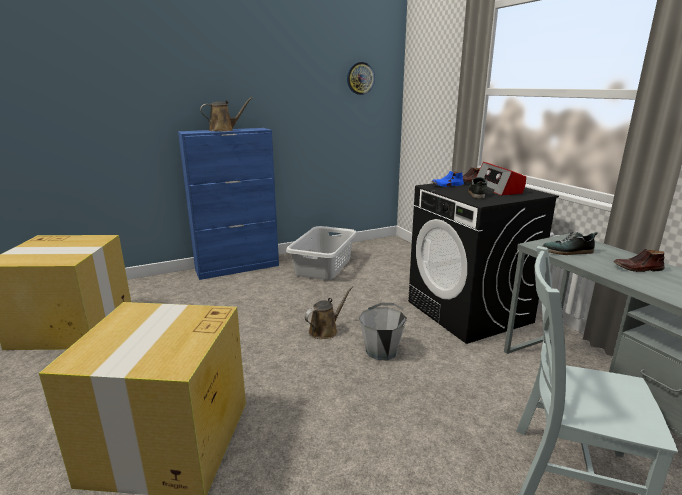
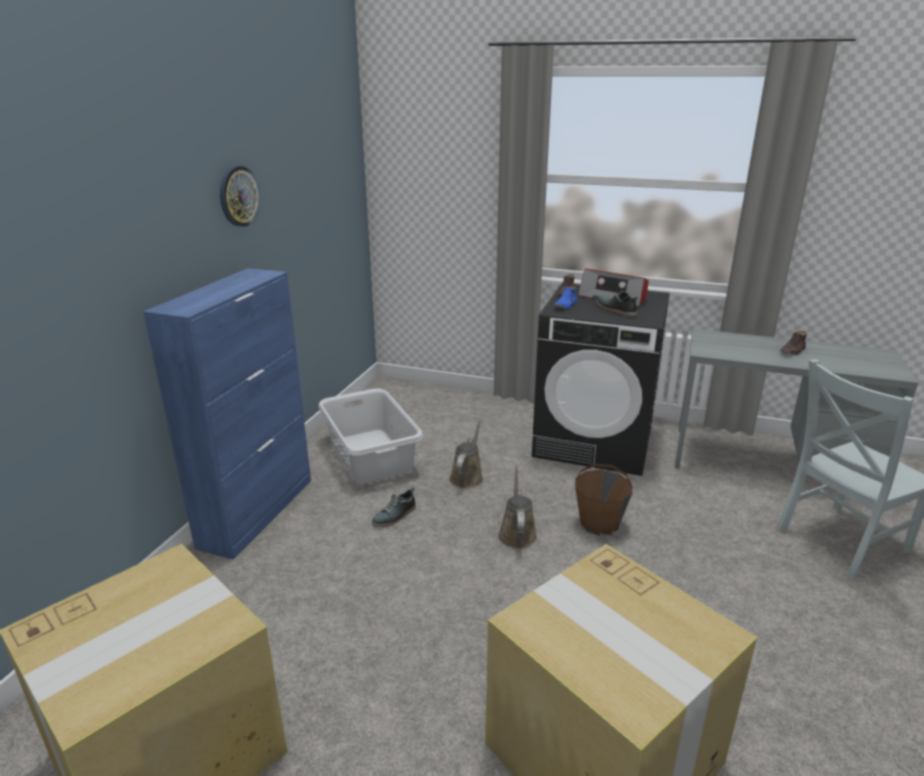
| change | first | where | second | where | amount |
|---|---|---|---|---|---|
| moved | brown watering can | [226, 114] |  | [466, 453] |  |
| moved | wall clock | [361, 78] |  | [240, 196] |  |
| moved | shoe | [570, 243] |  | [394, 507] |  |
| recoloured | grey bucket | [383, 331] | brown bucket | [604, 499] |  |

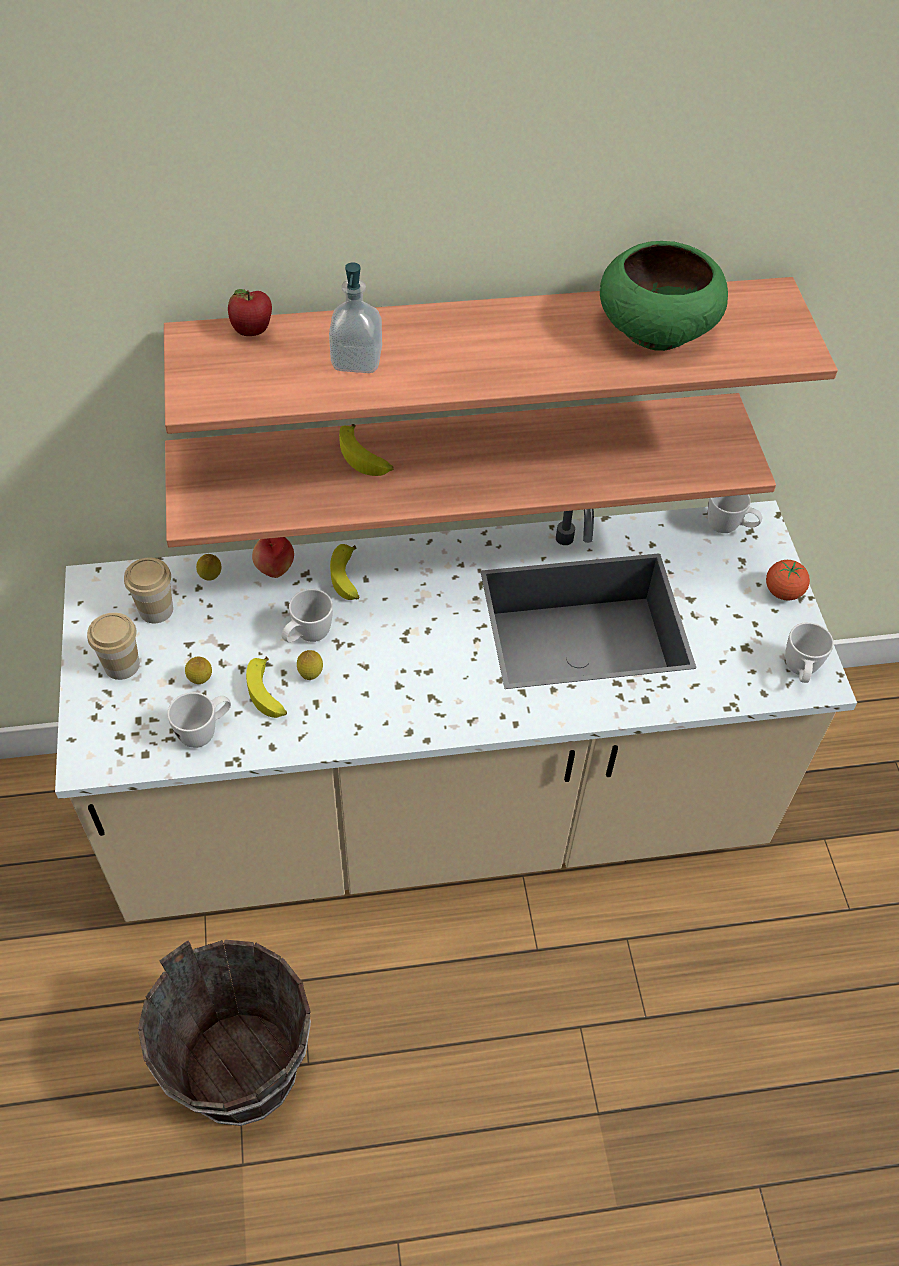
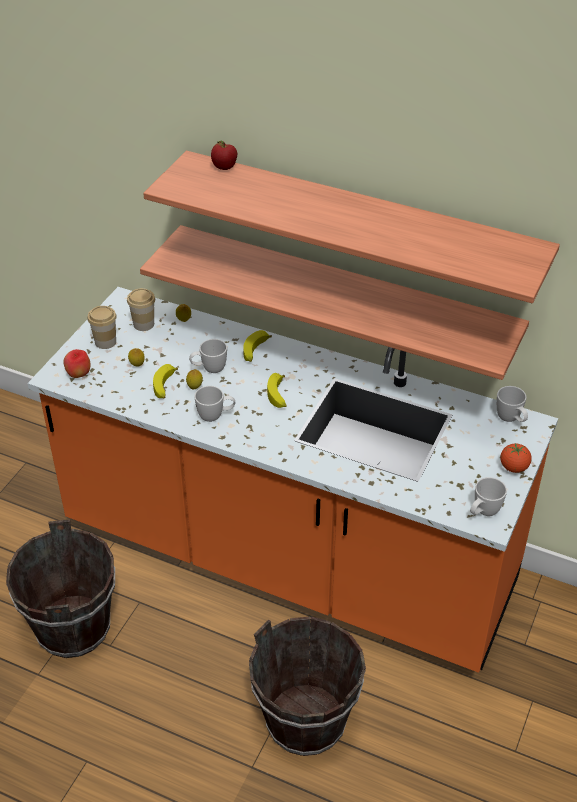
| change | first | where | second | where | amount |
|---|---|---|---|---|---|
| removed | soap dispenser | [355, 317] |  |  |  |
| removed | green bowl | [664, 296] |  |  |  |
| added |  |  | brown bucket | [307, 686] |  |
| moved | white mug | [199, 720] |  | [214, 404] |  |
| moved | apple | [273, 557] |  | [77, 363] |  |
| moved | banana | [366, 450] |  | [277, 390] |  |
| recoloured | beige counter | [456, 711] | orange counter | [292, 480] |  |

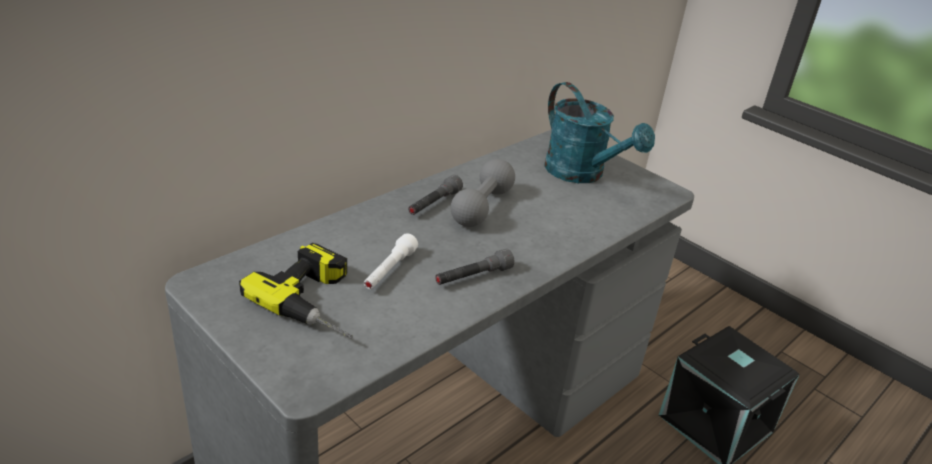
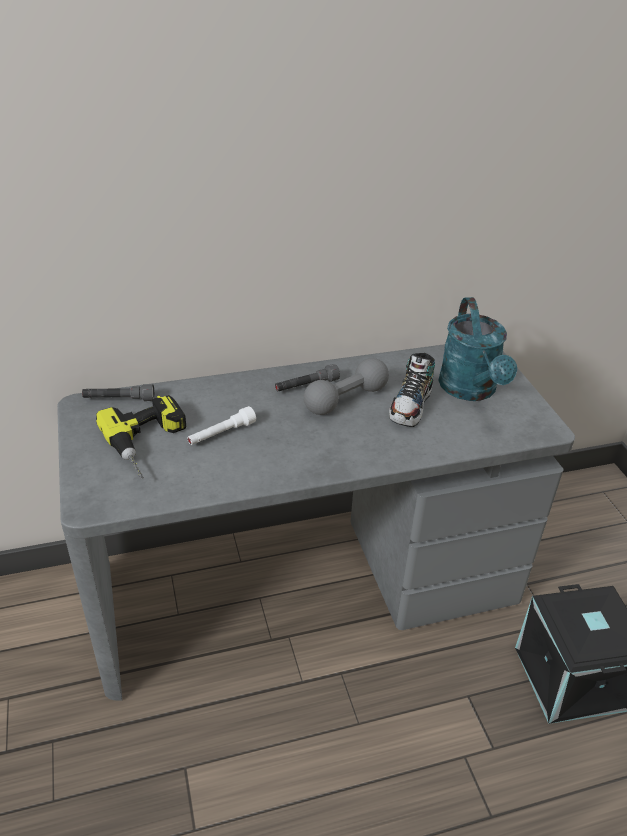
| change | first | where | second | where | amount |
|---|---|---|---|---|---|
| added |  |  | shoe | [412, 390] |  |
| moved | grey flashlight | [475, 267] |  | [118, 392] |  |

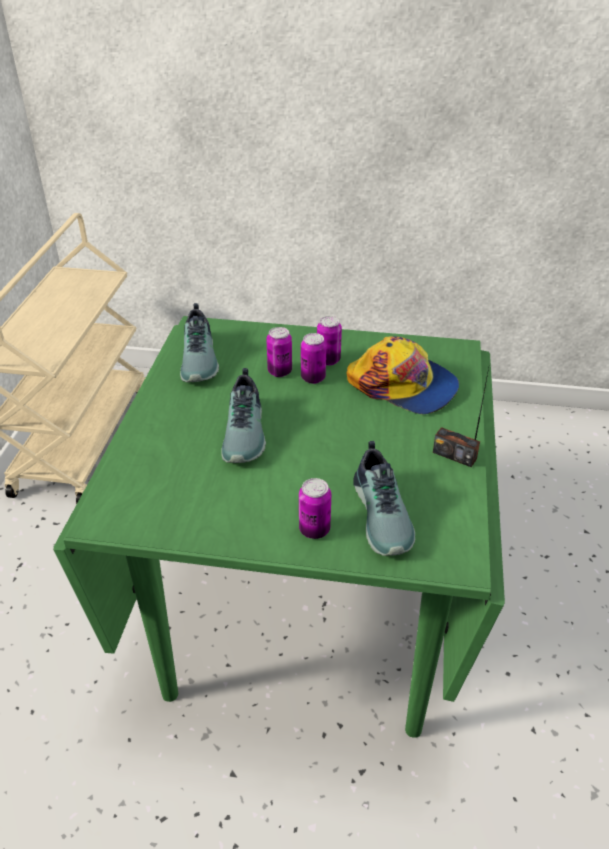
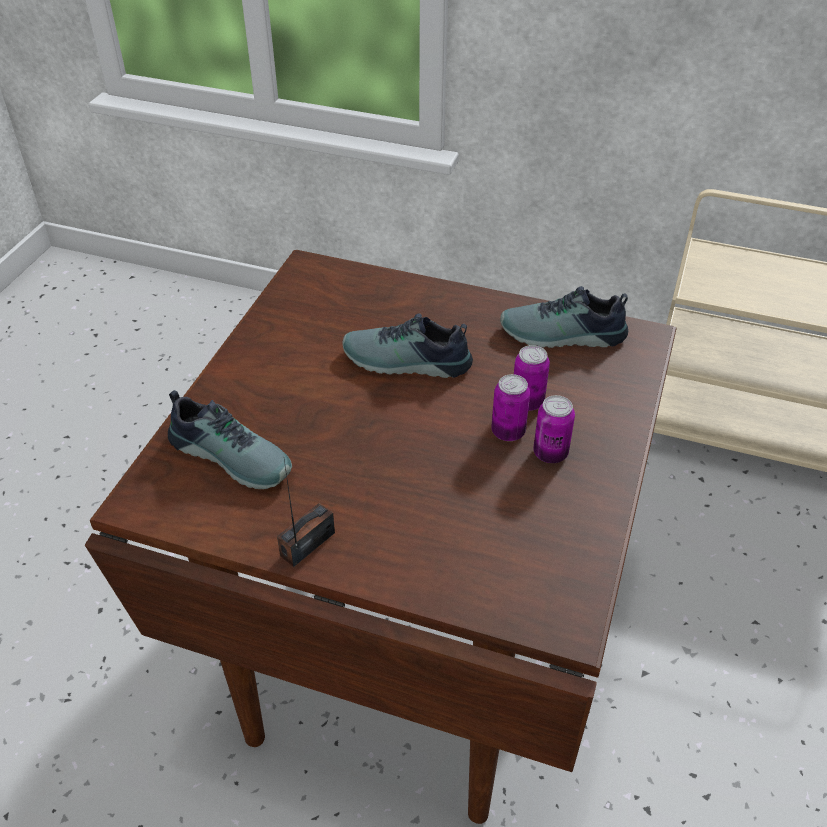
| change | first | where | second | where | amount |
|---|---|---|---|---|---|
| removed | can | [315, 508] |  |  |  |
| removed | cap | [403, 375] |  |  |  |
| recoloured | green dining table | [279, 527] | brown dining table | [381, 537] |  |
| turned | shoe | [384, 498] |  | [230, 439] | 150 degrees counterclockwise |

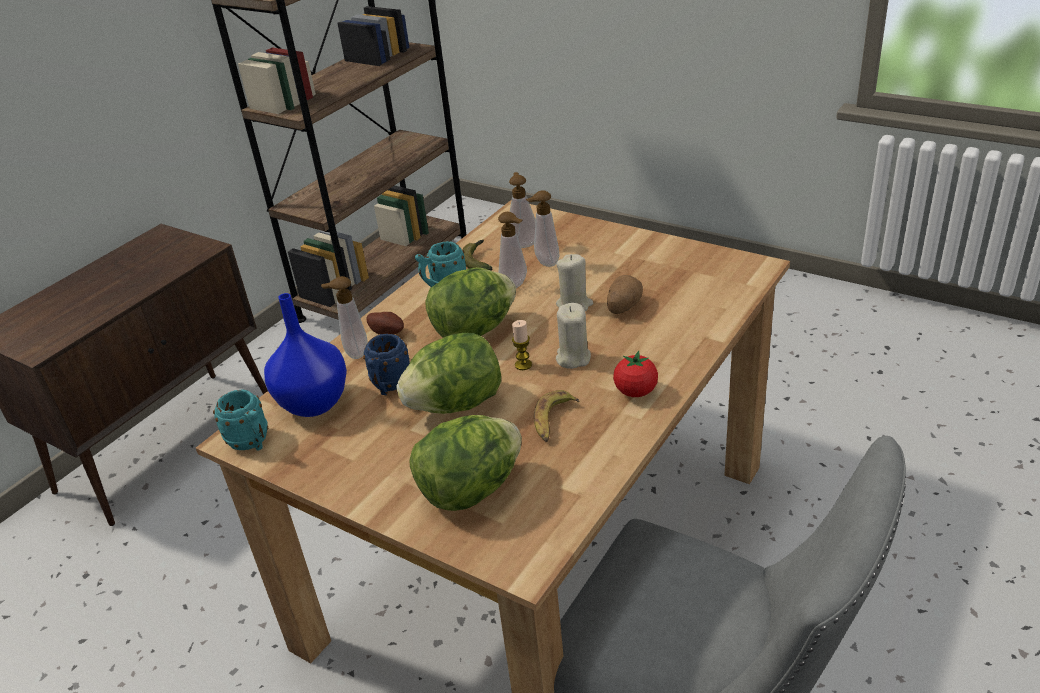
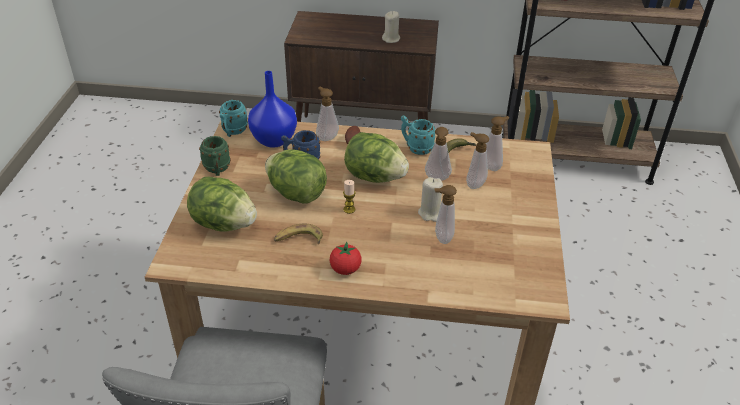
| change | first | where | second | where | amount |
|---|---|---|---|---|---|
| added |  |  | green mug | [215, 156] |  |
| moved | beige candle | [573, 336] |  | [391, 27] |  |
| replaced | potato | [625, 294] | soap dispenser | [445, 214] |  |

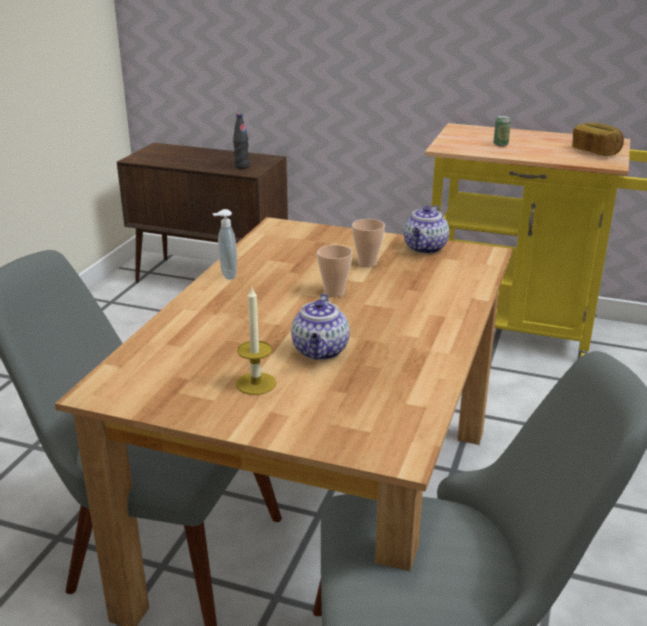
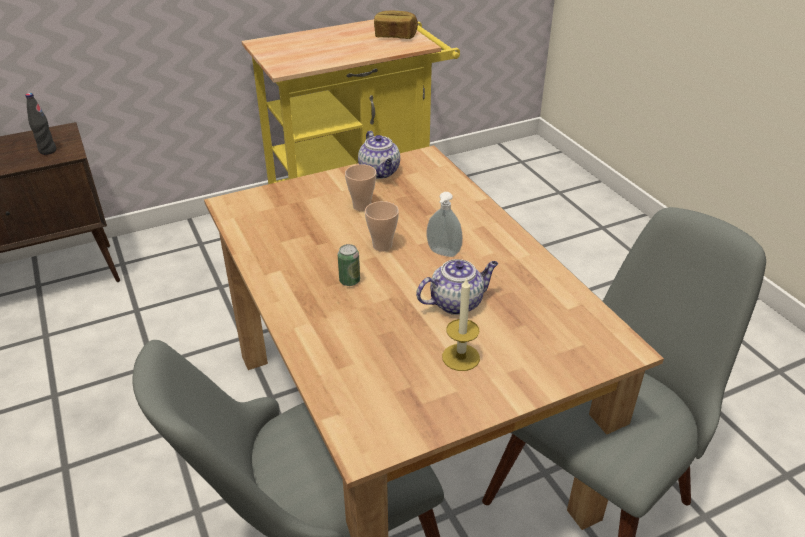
| change | first | where | second | where | amount |
|---|---|---|---|---|---|
| moved | soap dispenser | [225, 244] |  | [445, 224] |  |
| moved | can | [502, 130] |  | [349, 265] |  |
| turned | teapot | [320, 327] |  | [457, 287] | 75 degrees counterclockwise |

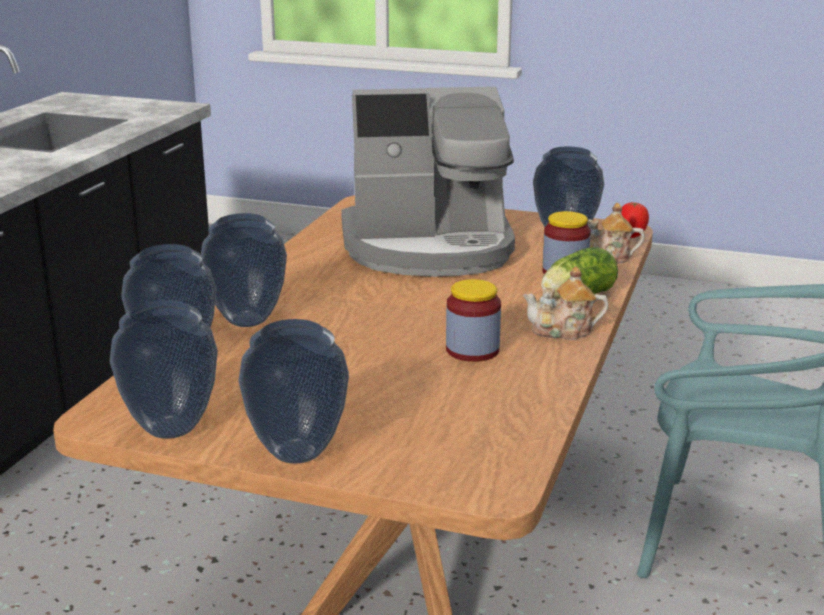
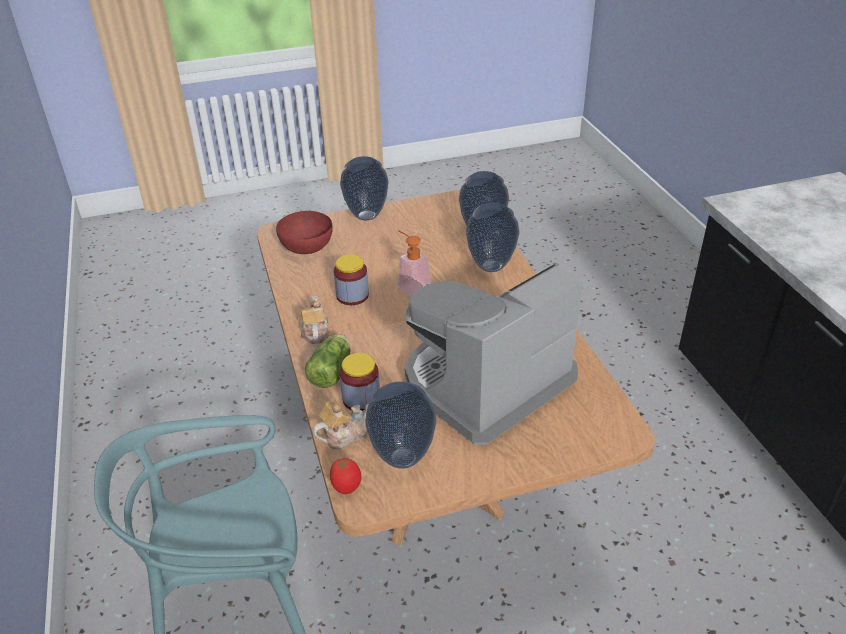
| change | first | where | second | where | amount |
|---|---|---|---|---|---|
| removed | vase | [164, 369] |  |  |  |
| added |  |  | red bowl | [304, 232] |  |
| added |  |  | soap dispenser | [414, 263] |  |
| turned | teapot | [565, 303] |  | [315, 320] | 60 degrees counterclockwise |

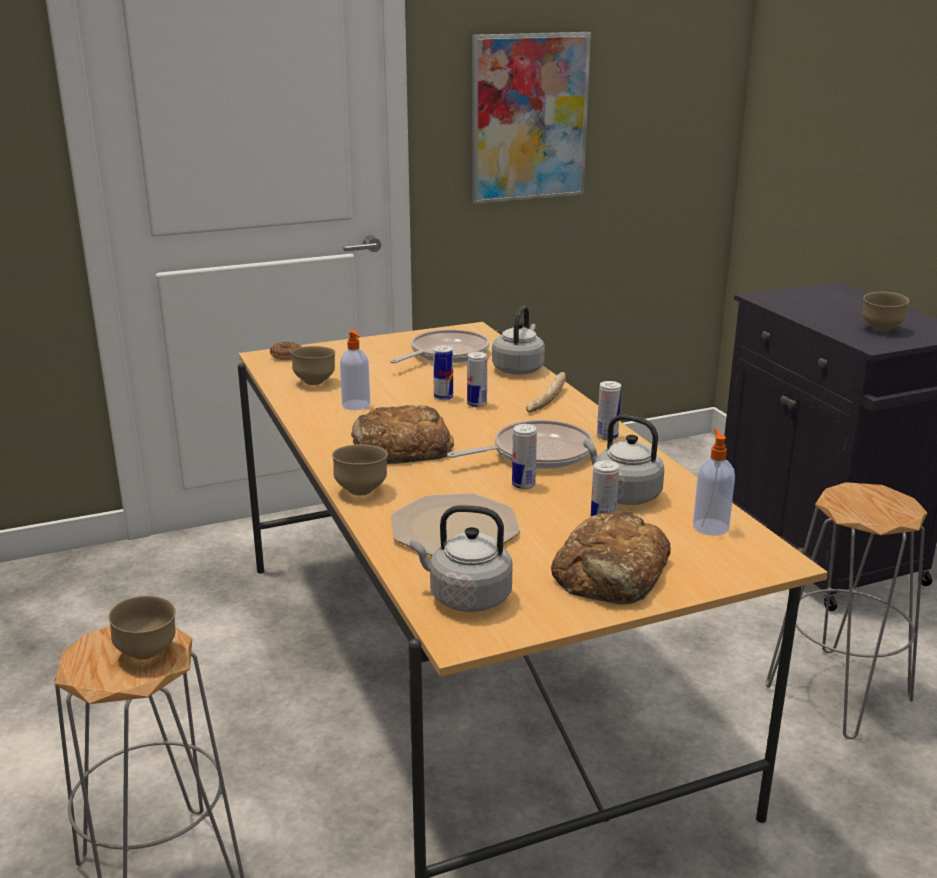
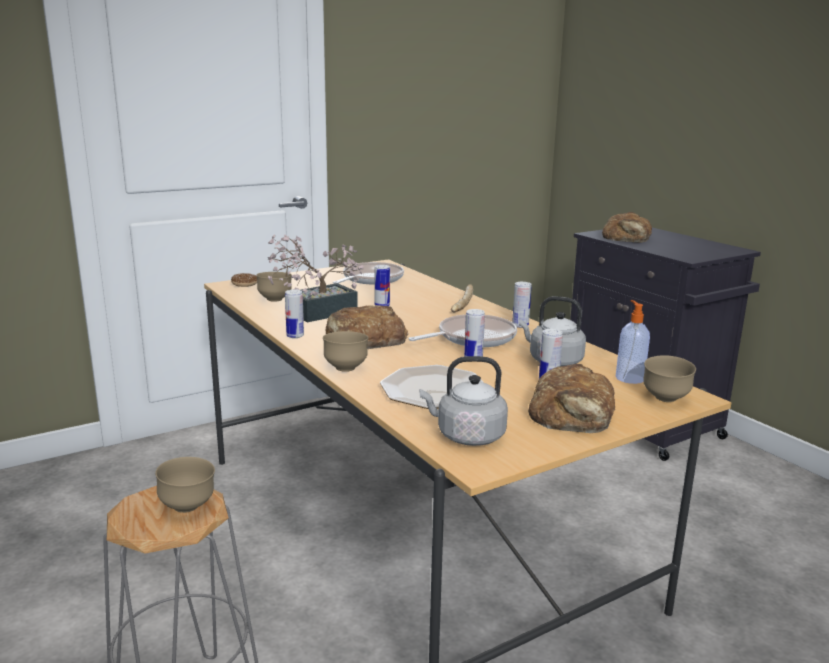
| change | first | where | second | where | amount |
|---|---|---|---|---|---|
| removed | picture | [531, 118] |  |  |  |
| removed | grey kettle | [518, 340] |  |  |  |
| removed | grey stool | [846, 610] |  |  |  |
| added |  |  | bread | [627, 227] |  |
| moved | can | [477, 379] |  | [294, 313] |  |
| moved | brown bowl | [885, 311] |  | [669, 378] |  |
| replaced | soap dispenser | [355, 370] | potted plant | [315, 278] |  |

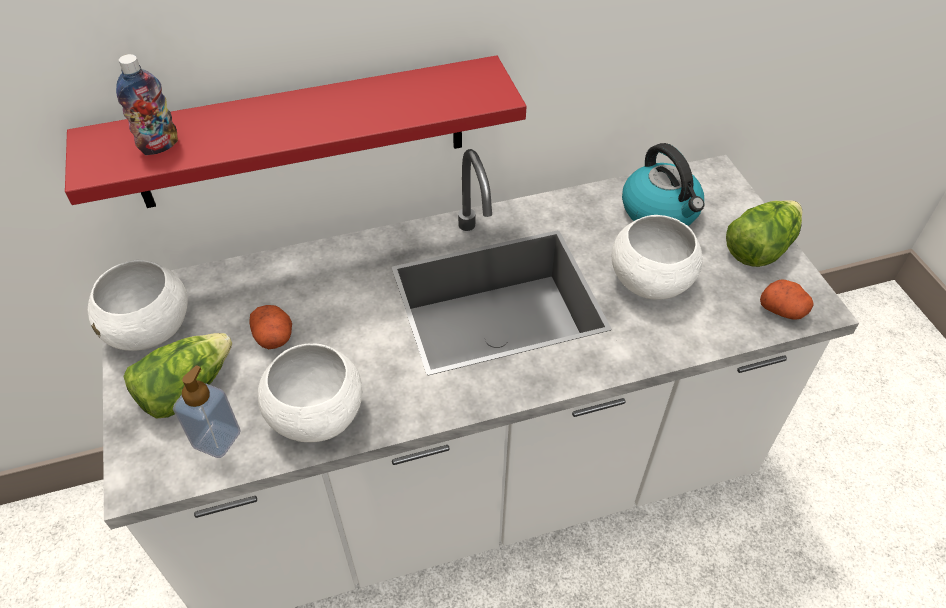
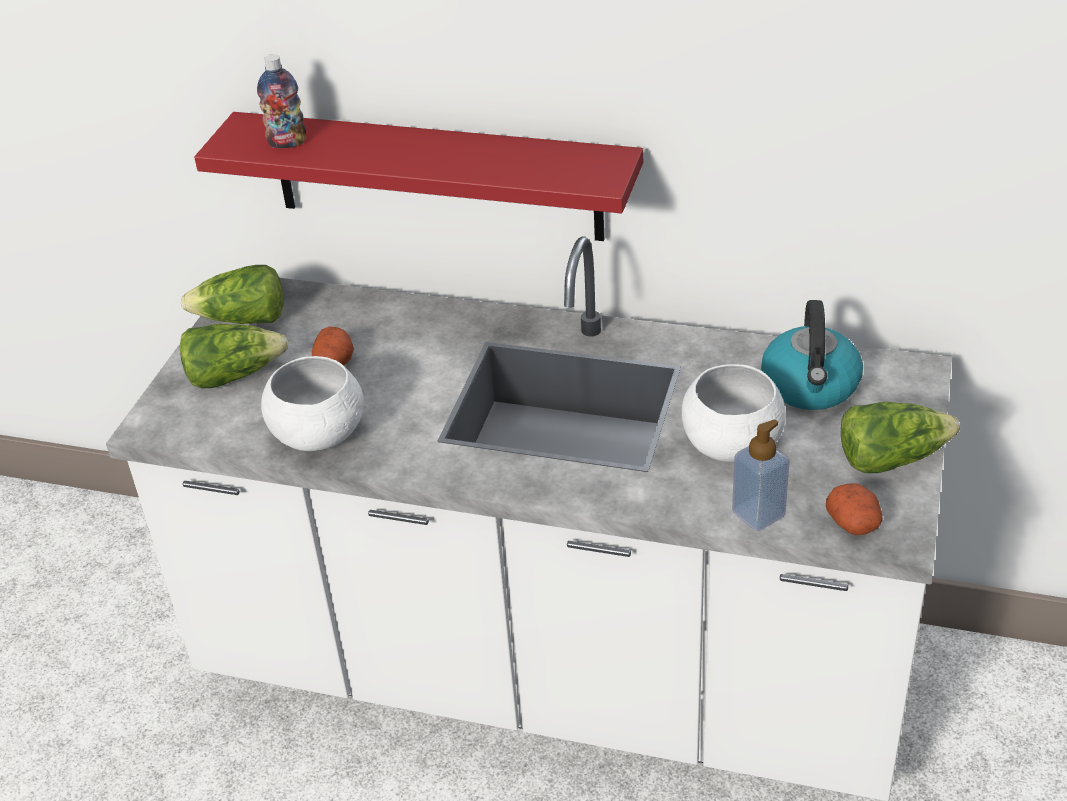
| change | first | where | second | where | amount |
|---|---|---|---|---|---|
| moved | soap dispenser | [207, 411] |  | [761, 475] |  |
| replaced | white bowl | [138, 305] | lettuce | [232, 294] |  |

